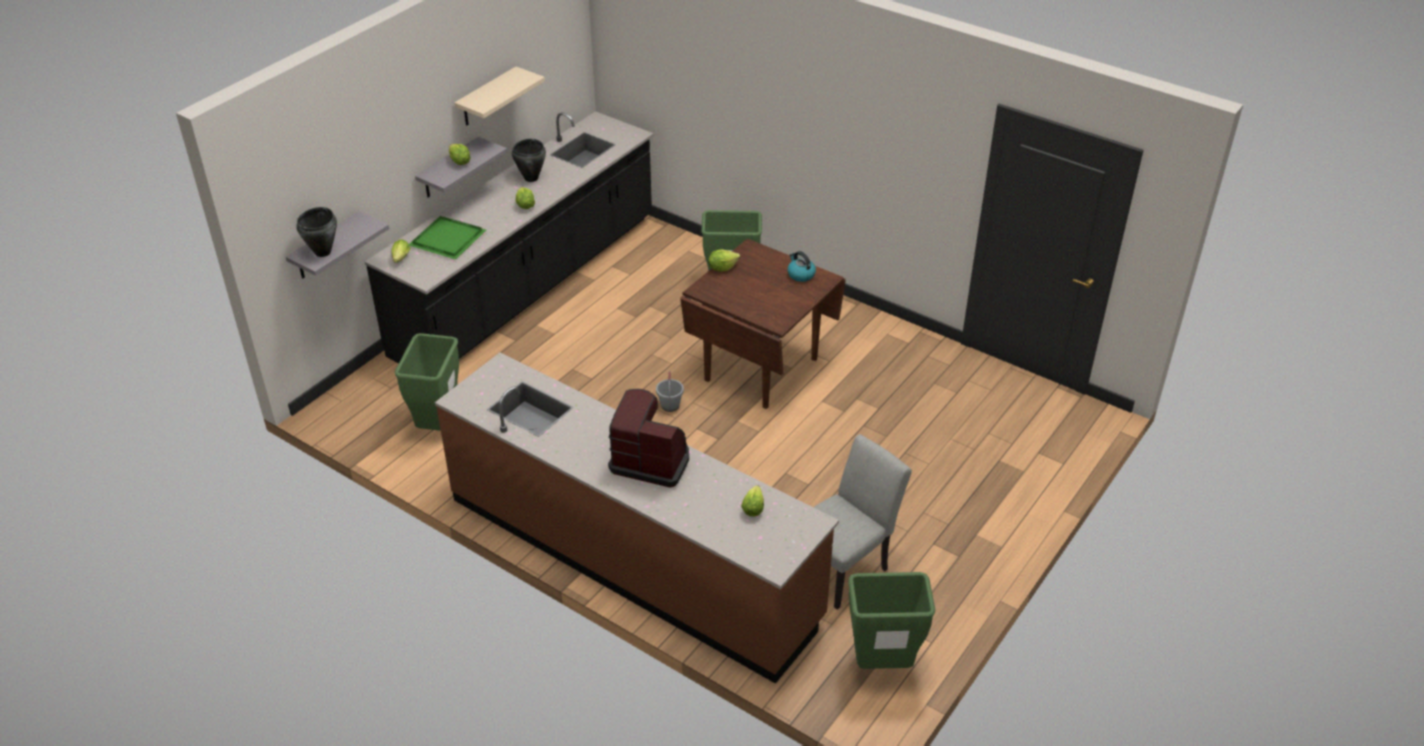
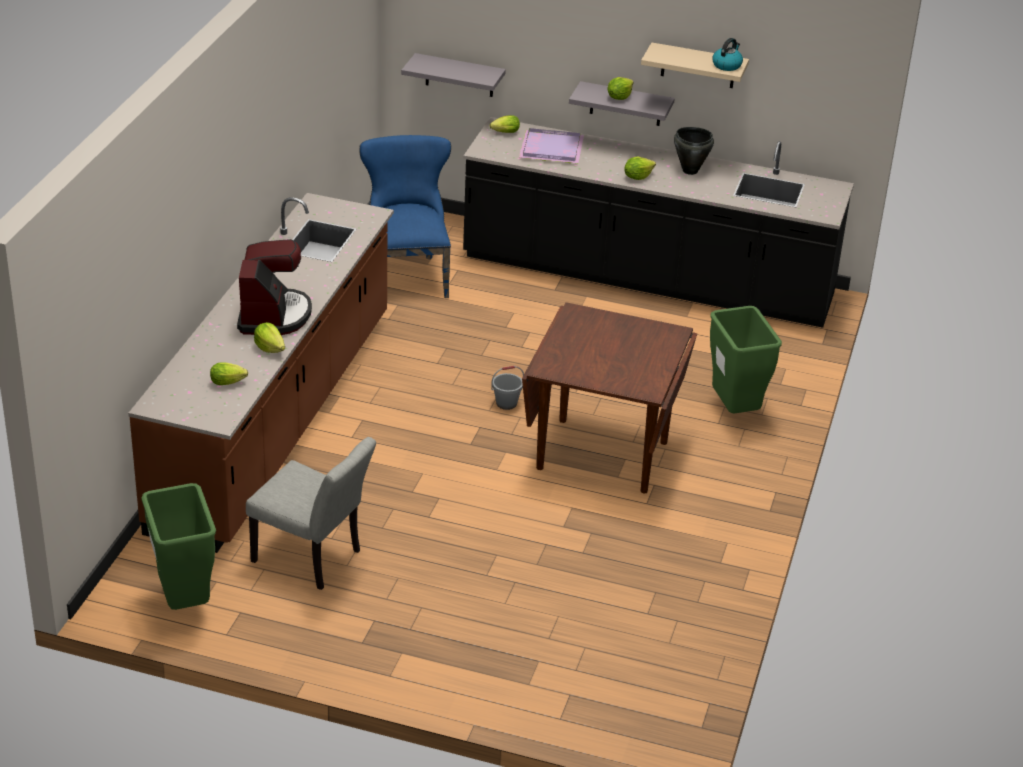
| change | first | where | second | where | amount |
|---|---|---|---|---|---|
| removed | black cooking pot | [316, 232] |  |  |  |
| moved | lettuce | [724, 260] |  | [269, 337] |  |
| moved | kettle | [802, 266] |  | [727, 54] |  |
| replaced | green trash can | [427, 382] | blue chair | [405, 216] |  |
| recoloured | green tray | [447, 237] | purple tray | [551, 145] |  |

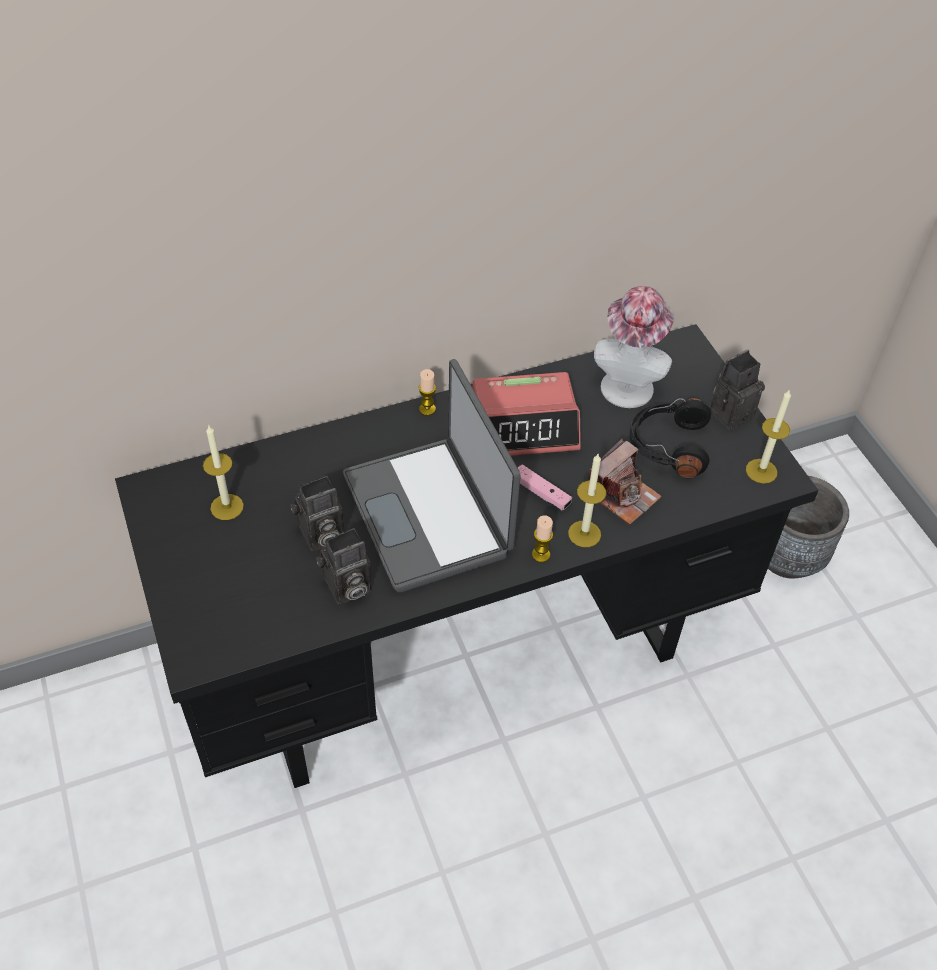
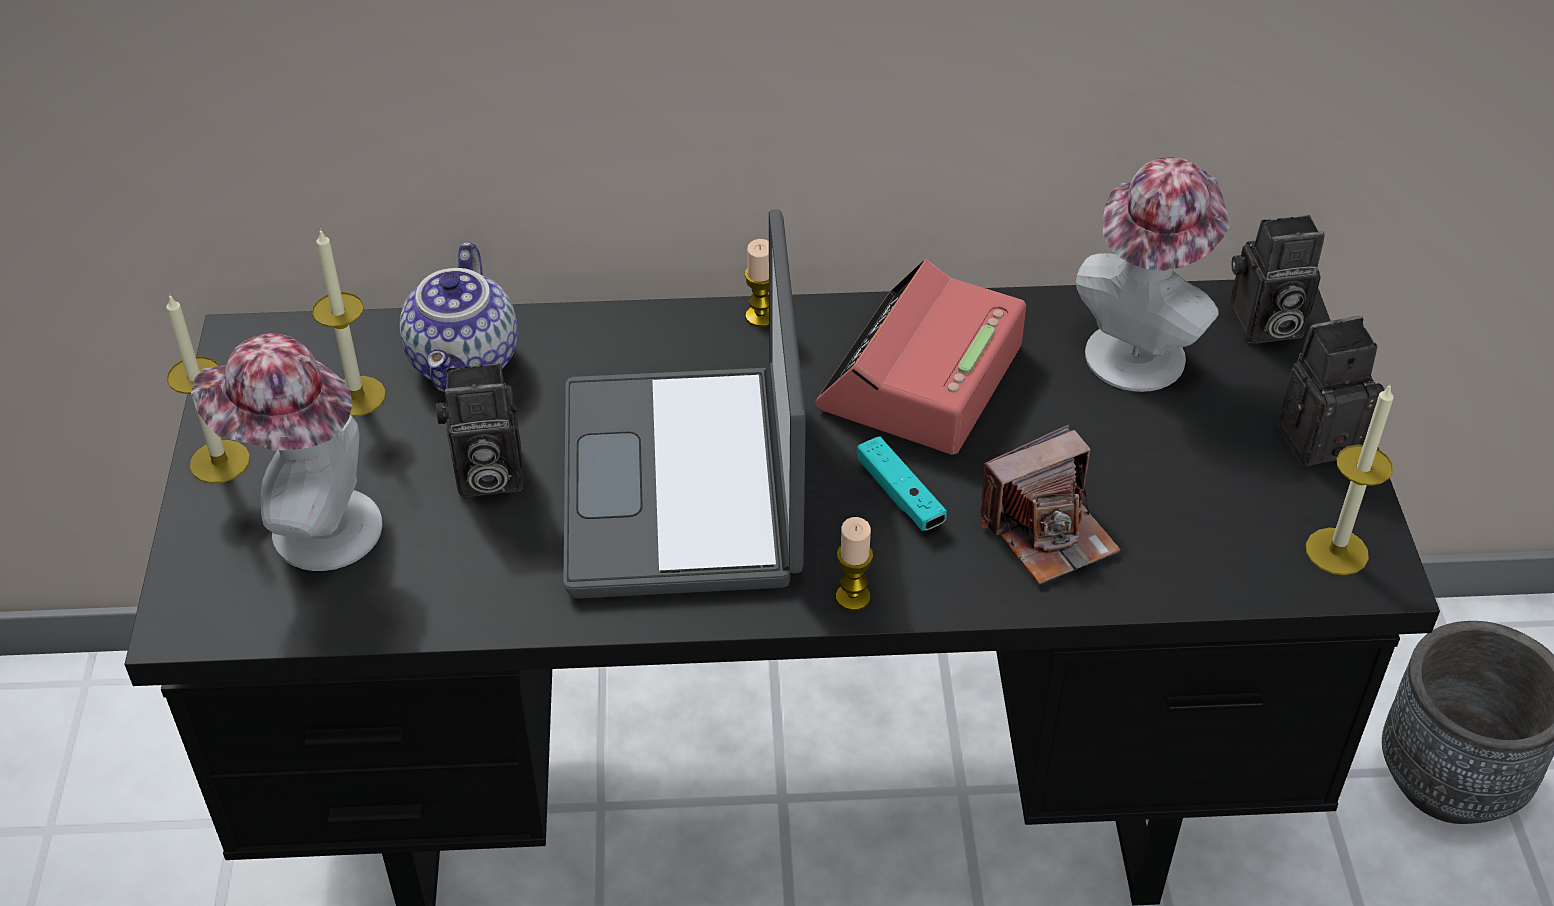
| change | first | where | second | where | amount |
|---|---|---|---|---|---|
| removed | black headphones | [670, 438] |  |  |  |
| added |  |  | hat | [287, 452] |  |
| added |  |  | teapot | [459, 317] |  |
| moved | photo camera | [344, 566] |  | [1277, 279] |  |
| moved | candle | [587, 500] |  | [208, 389] |  |
| recoloured | pink game controller | [545, 487] | turquoise game controller | [902, 483] |  |
| turned | alarm clock | [526, 414] |  | [921, 357] | 105 degrees clockwise |

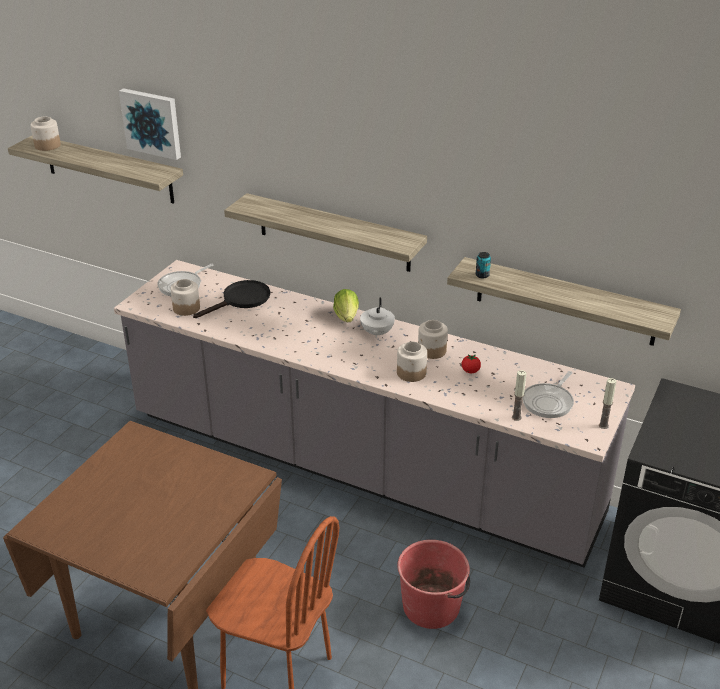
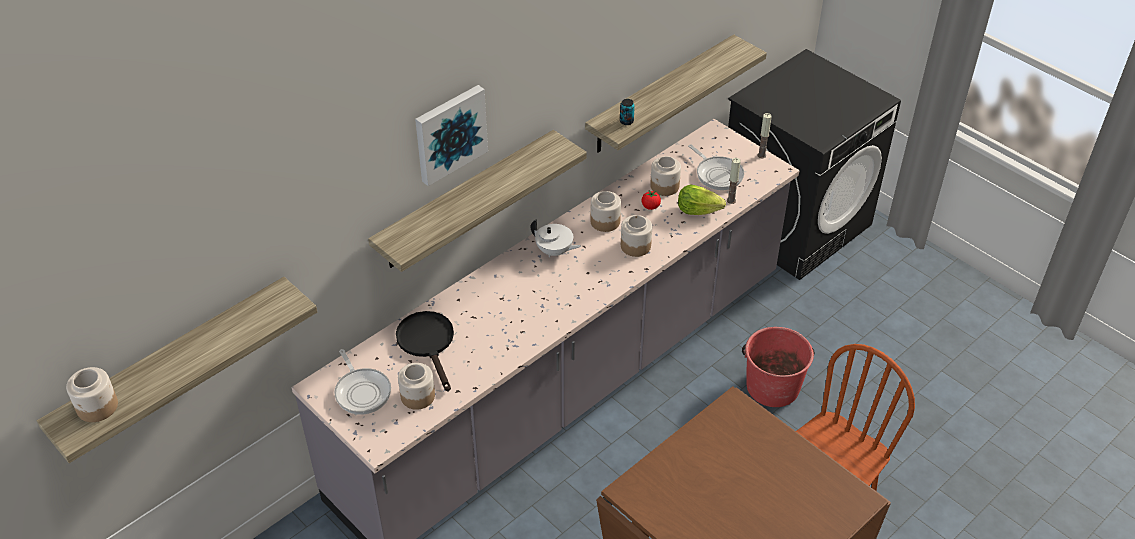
| change | first | where | second | where | amount |
|---|---|---|---|---|---|
| added |  |  | jar | [665, 176] |  |
| moved | picture | [150, 124] |  | [451, 135] |  |
| moved | lettuce | [346, 305] |  | [702, 200] |  |

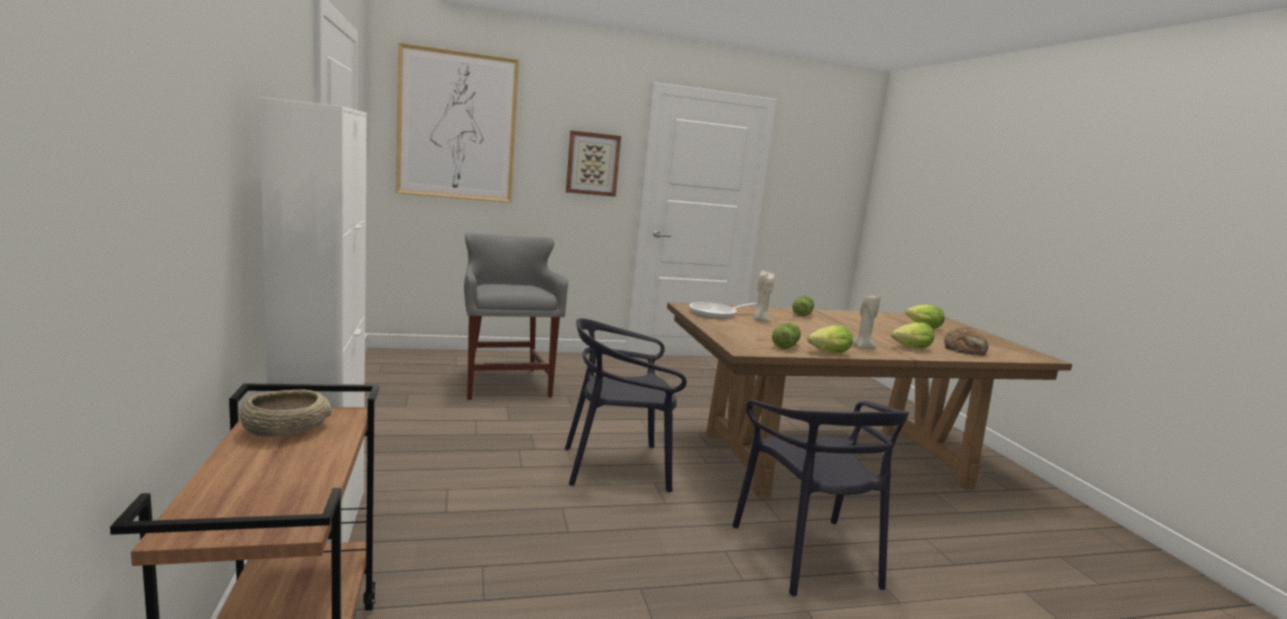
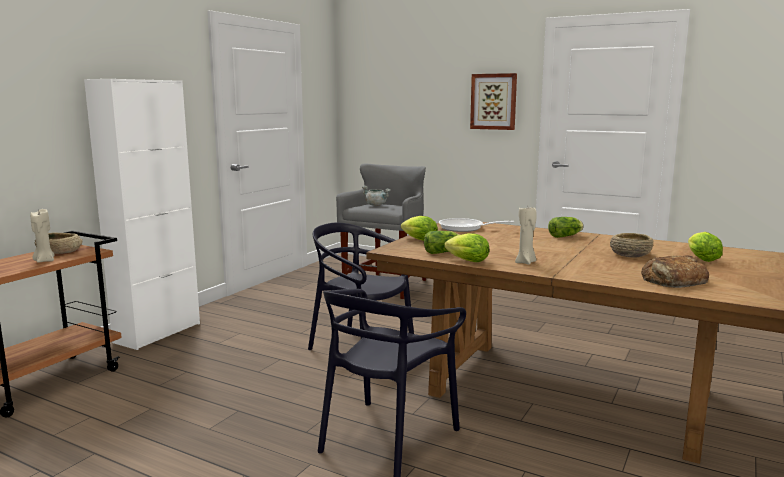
| change | first | where | second | where | amount |
|---|---|---|---|---|---|
| removed | picture | [457, 122] |  |  |  |
| added |  |  | grey cooking pot | [376, 196] |  |
| added |  |  | beige bowl | [631, 245] |  |
| moved | beige candle | [763, 296] |  | [42, 236] |  |
| moved | lettuce | [912, 335] |  | [419, 228] |  |

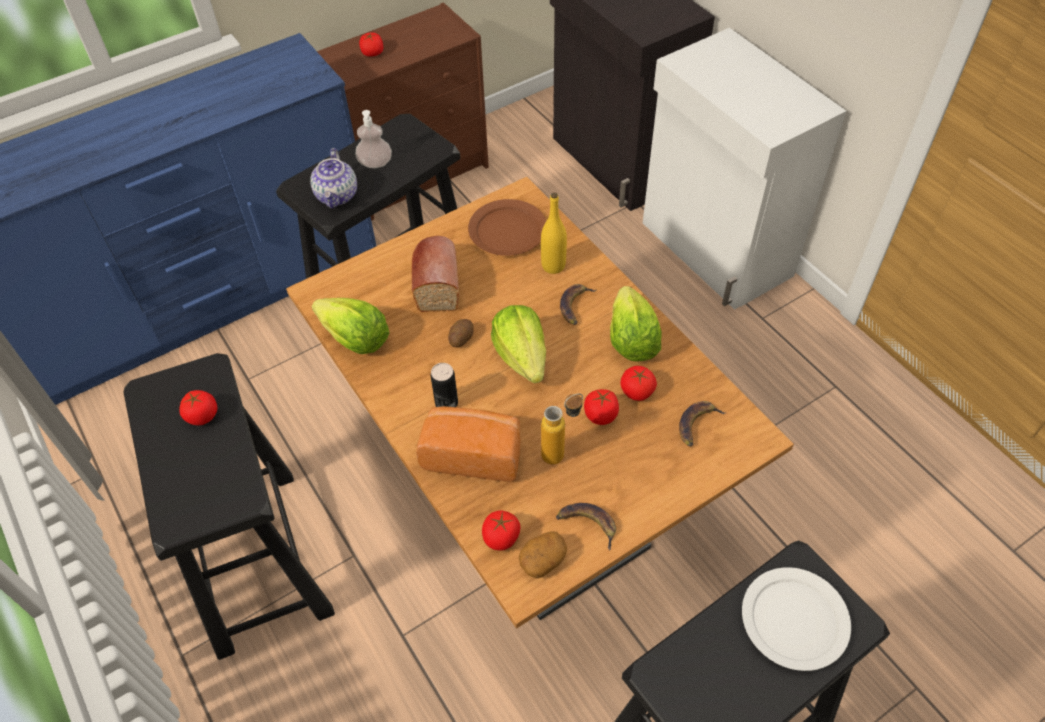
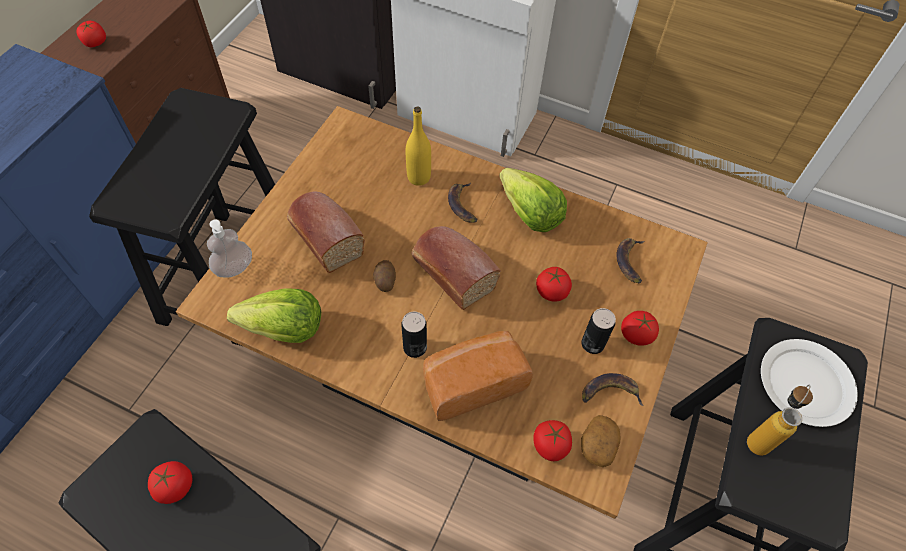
| change | first | where | second | where | amount |
|---|---|---|---|---|---|
| removed | teapot | [333, 178] |  |  |  |
| removed | brown plate | [507, 227] |  |  |  |
| added |  |  | can | [598, 331] |  |
| moved | soap dispenser | [373, 139] |  | [229, 248] |  |
| moved | bottle | [562, 428] |  | [780, 420] |  |
| moved | tomato | [638, 383] |  | [640, 328] |  |
| replaced | lettuce | [518, 344] | bread | [456, 268] |  |

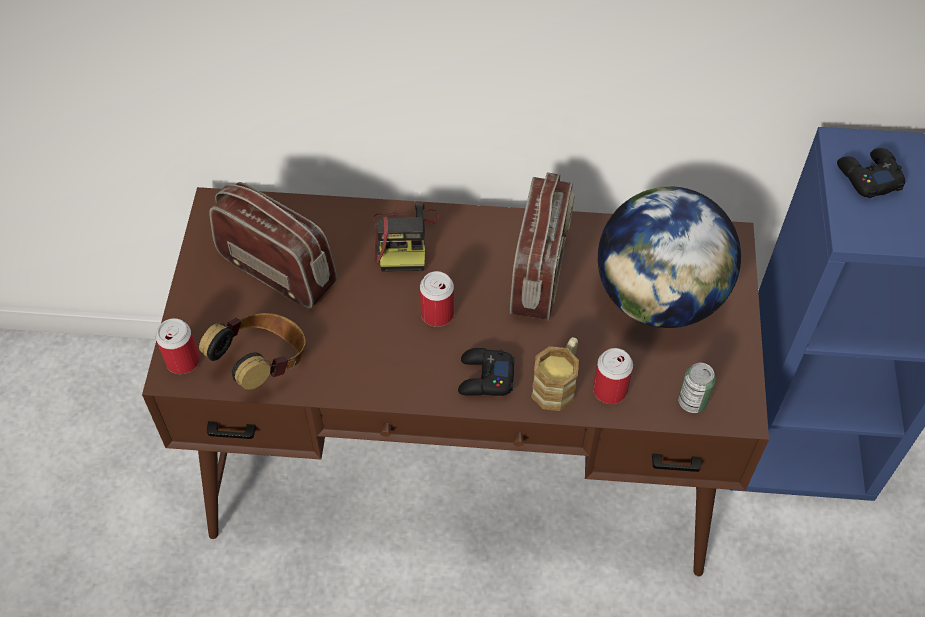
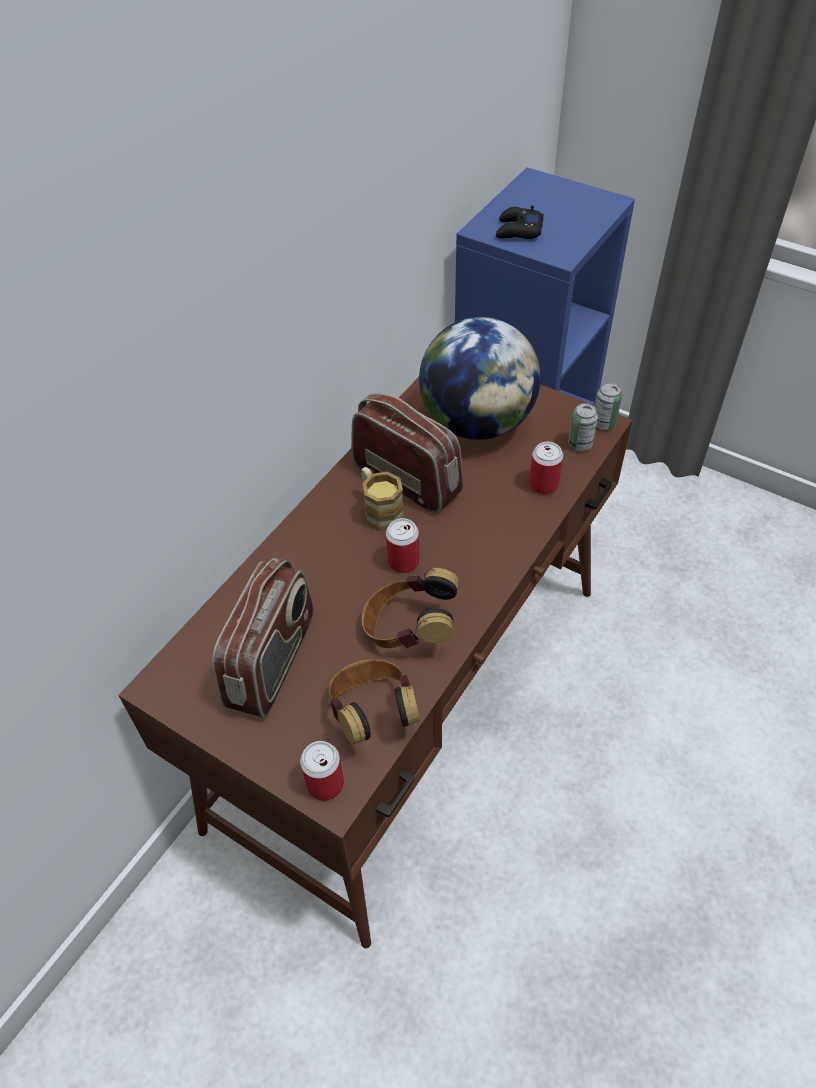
| change | first | where | second | where | amount |
|---|---|---|---|---|---|
| removed | photo camera | [406, 237] |  |  |  |
| removed | black game controller | [486, 372] |  |  |  |
| added |  |  | headphones | [410, 608] |  |
| added |  |  | can | [608, 406] |  |
| moved | mug | [555, 374] |  | [382, 499] |  |
| turned | radio | [273, 245] |  | [263, 638] | 135 degrees clockwise |

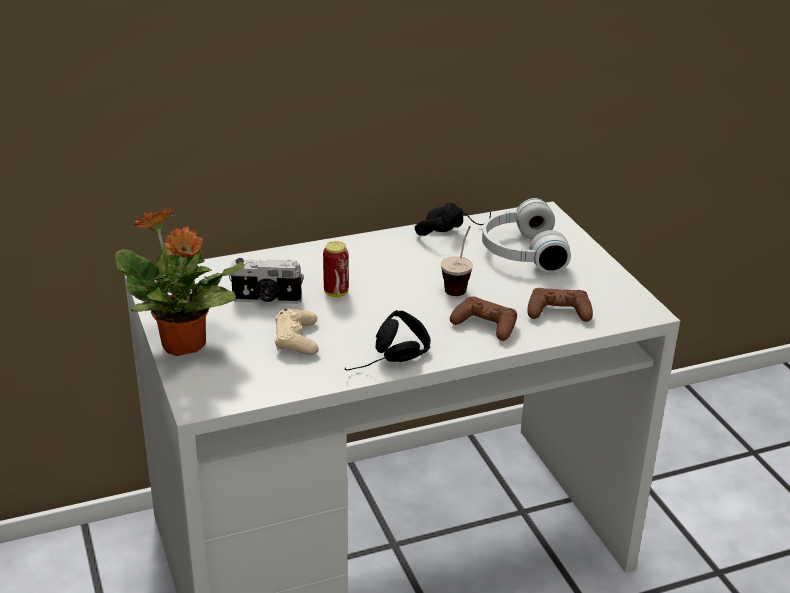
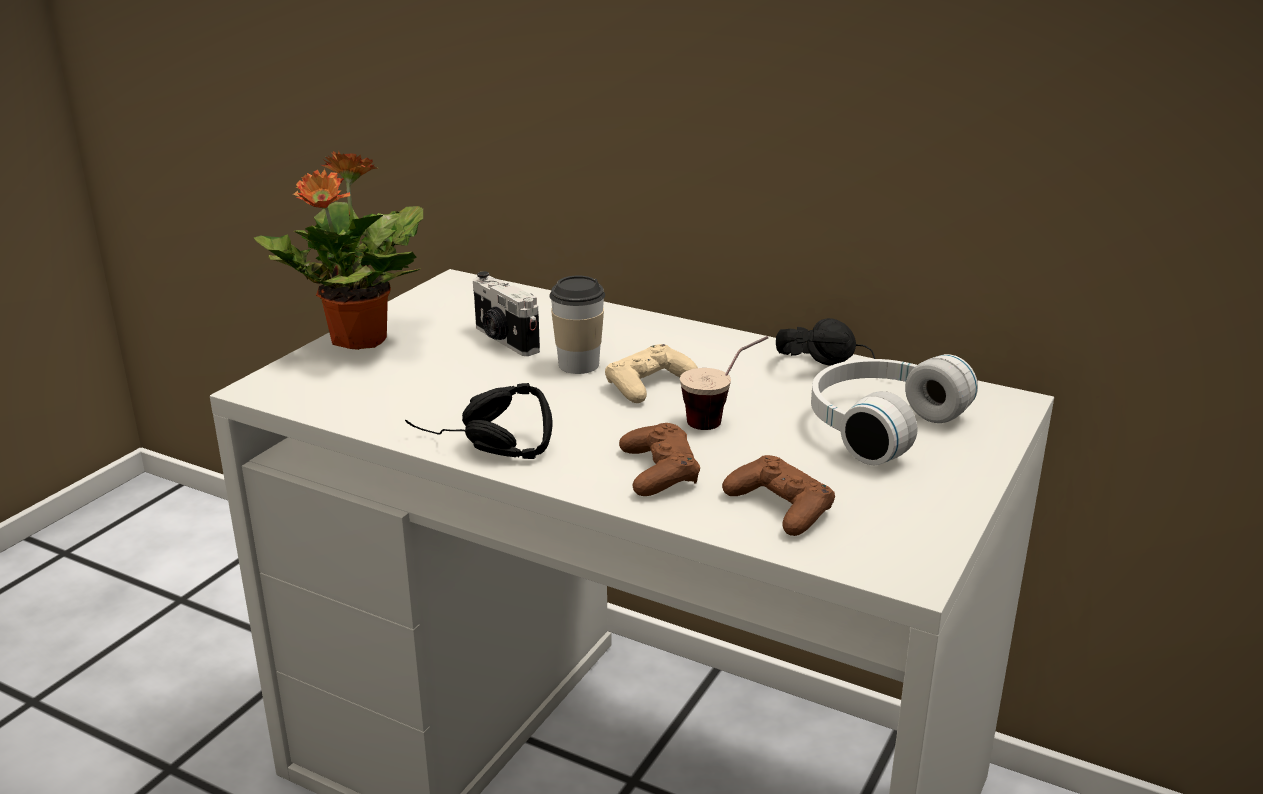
| change | first | where | second | where | amount |
|---|---|---|---|---|---|
| moved | beige game controller | [297, 331] |  | [651, 373] |  |
| replaced | can | [336, 269] | cup | [577, 324] |  |

